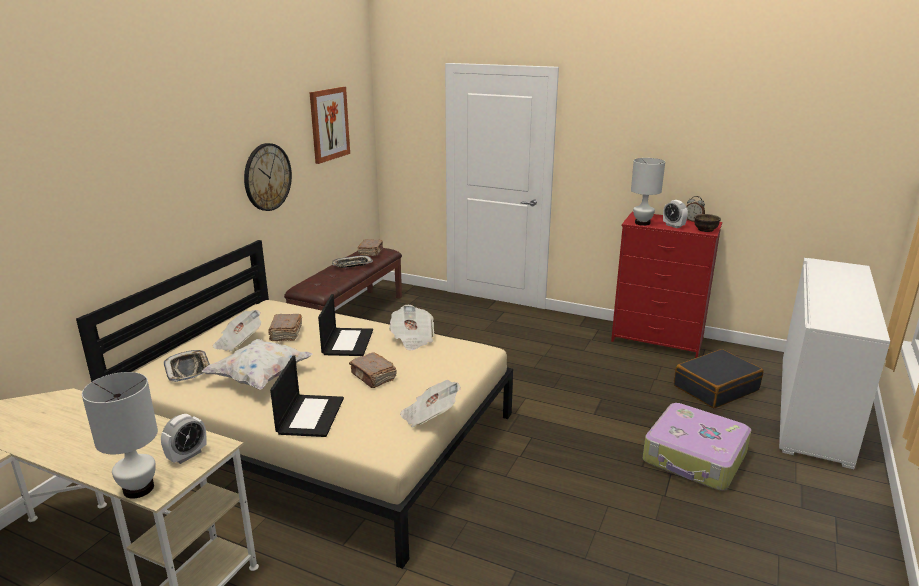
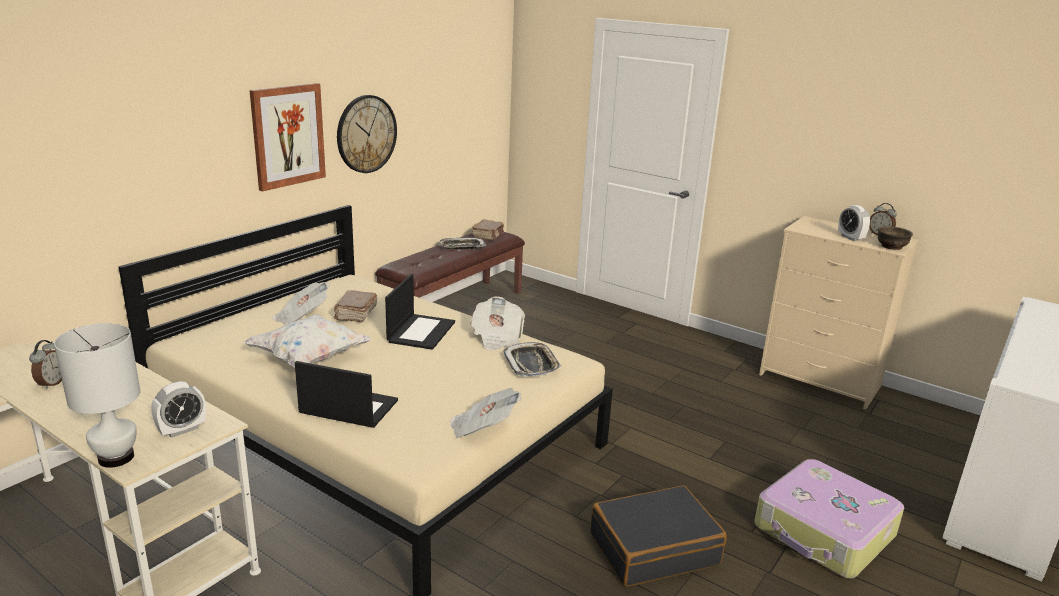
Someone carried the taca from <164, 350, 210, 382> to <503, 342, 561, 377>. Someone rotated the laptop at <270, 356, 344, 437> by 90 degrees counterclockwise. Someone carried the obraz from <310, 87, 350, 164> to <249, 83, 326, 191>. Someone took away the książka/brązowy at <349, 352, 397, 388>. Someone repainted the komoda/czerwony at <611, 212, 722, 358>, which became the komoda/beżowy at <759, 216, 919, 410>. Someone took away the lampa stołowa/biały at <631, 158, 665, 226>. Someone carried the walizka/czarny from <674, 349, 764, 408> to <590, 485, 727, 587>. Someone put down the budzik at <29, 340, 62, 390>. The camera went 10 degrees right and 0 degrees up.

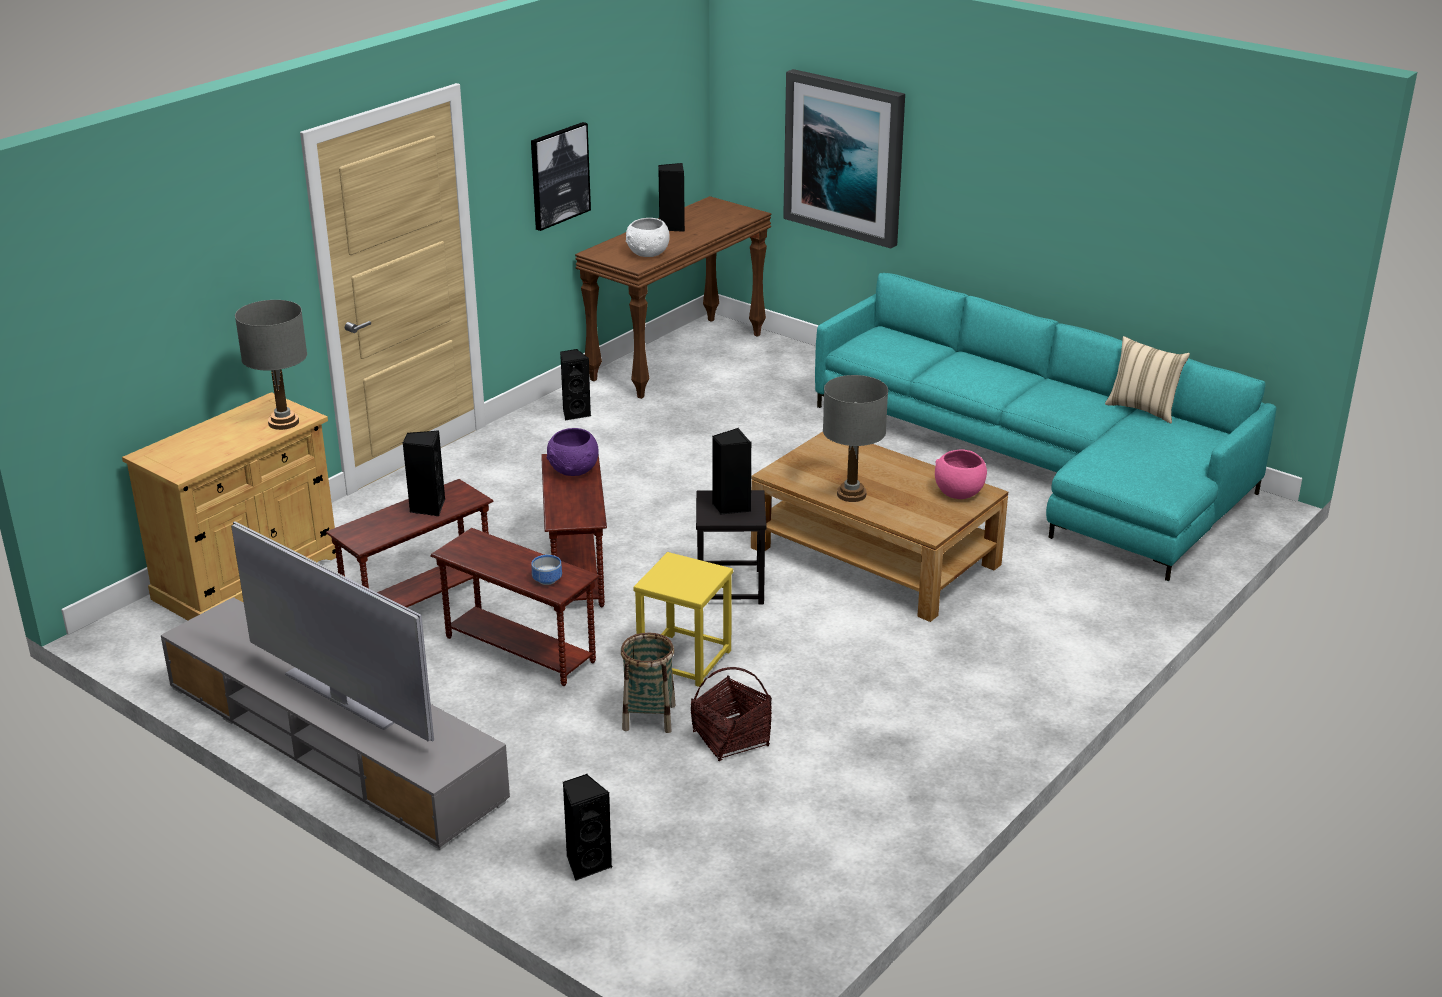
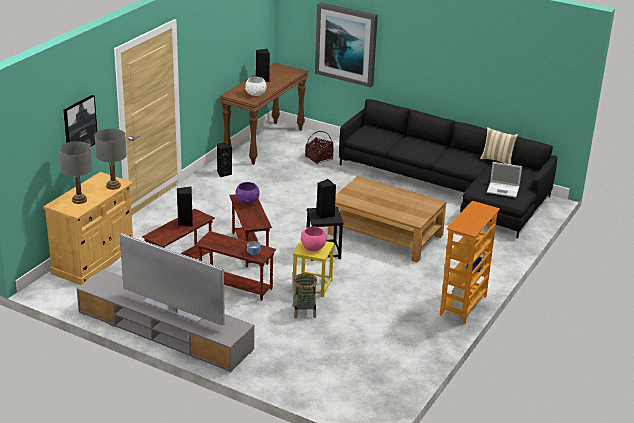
Someone carried the obraz from <531, 122, 591, 231> to <64, 95, 97, 146>. Someone took away the głośnik/czarny at <563, 774, 612, 881>. Someone carried the koszyk from <691, 667, 772, 761> to <305, 131, 334, 164>. Someone repainted the kanapa/turkusowy at <815, 273, 1276, 581>, which became the kanapa/czarny at <339, 99, 558, 238>. Someone carried the lampa stołowa/szary from <823, 375, 888, 502> to <59, 141, 93, 204>. Someone carried the miska/różowy from <935, 450, 987, 499> to <301, 226, 326, 251>. Someone put down the regał at <440, 201, 500, 324>. Someone put down the laptop at <487, 162, 522, 198>. The camera went 10 degrees left and 0 degrees up.

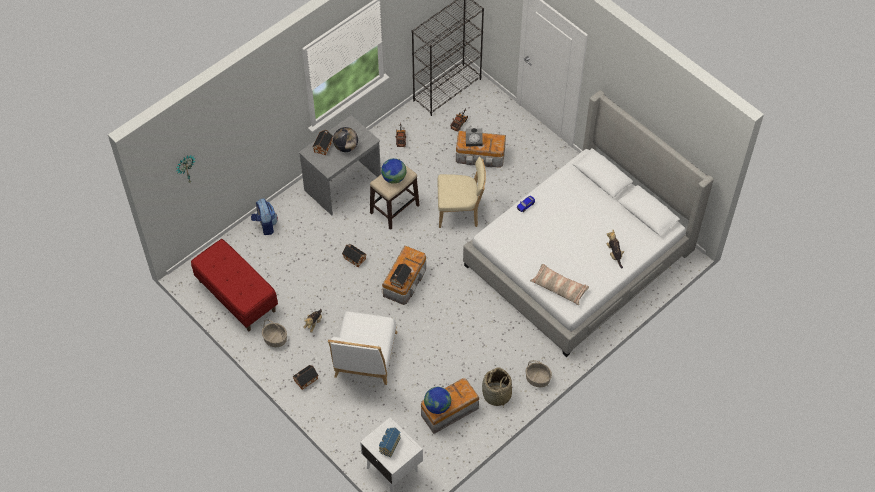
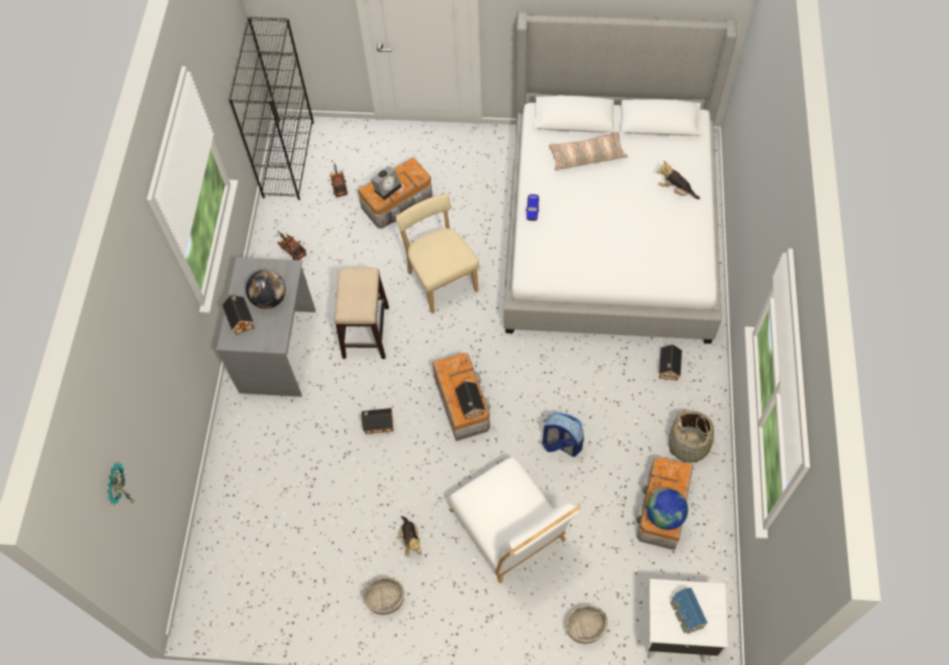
Someone took away the ławka/czerwony at <191, 239, 278, 331>. Someone carried the plecak from <251, 198, 278, 235> to <542, 412, 584, 457>. Someone carried the domek from <292, 365, 318, 390> to <659, 345, 682, 380>. Someone took away the globus at <381, 158, 406, 184>. Someone rotated the krzesło/beżowy at <437, 157, 486, 228> by 75 degrees counterclockwise. Someone carried the koszyk from <526, 360, 552, 387> to <566, 605, 608, 644>. Someone carried the poduszka from <530, 264, 589, 305> to <549, 132, 628, 171>. The camera went 40 degrees left and 5 degrees up.

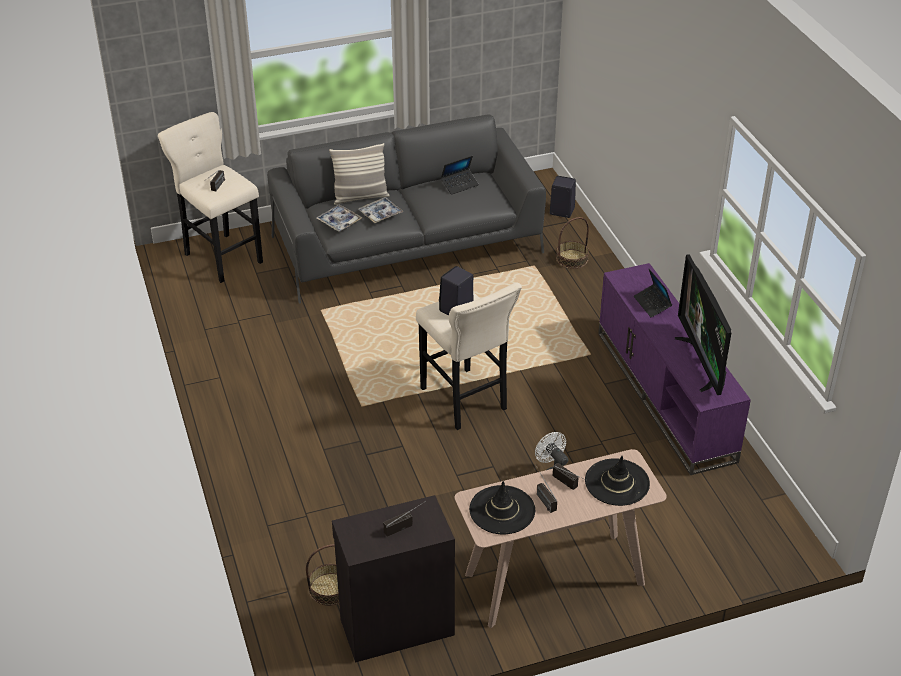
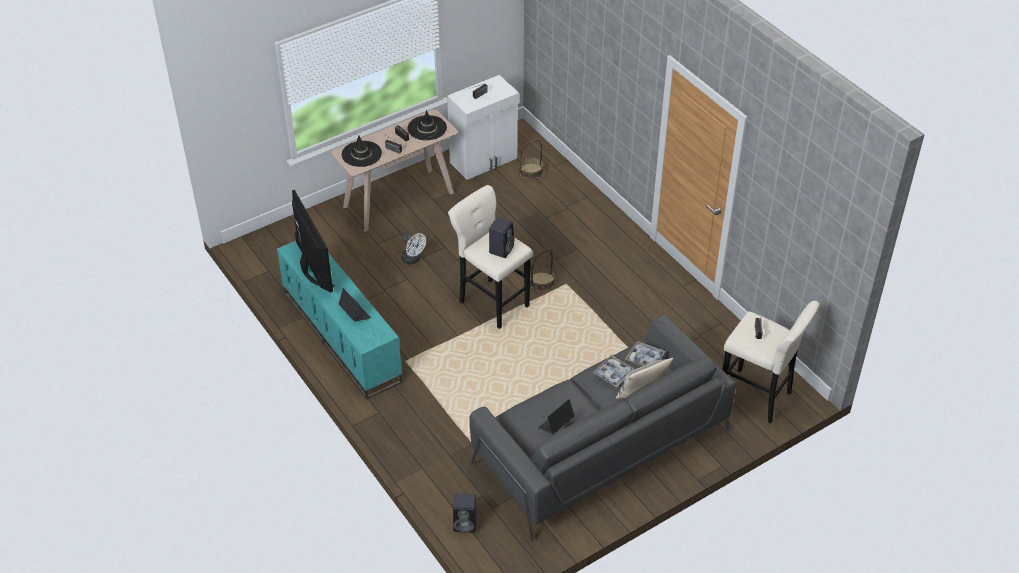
Someone repainted the szafka/czarny at <332, 495, 455, 663>, which became the szafka/biały at <447, 75, 519, 180>. Someone carried the koszyk from <556, 217, 589, 269> to <530, 248, 556, 291>. Someone repainted the szafka pod telewizor/fioletowy at <598, 263, 751, 475>, which became the szafka pod telewizor/turkusowy at <277, 241, 403, 400>. The camera went 165 degrees right and 5 degrees up.

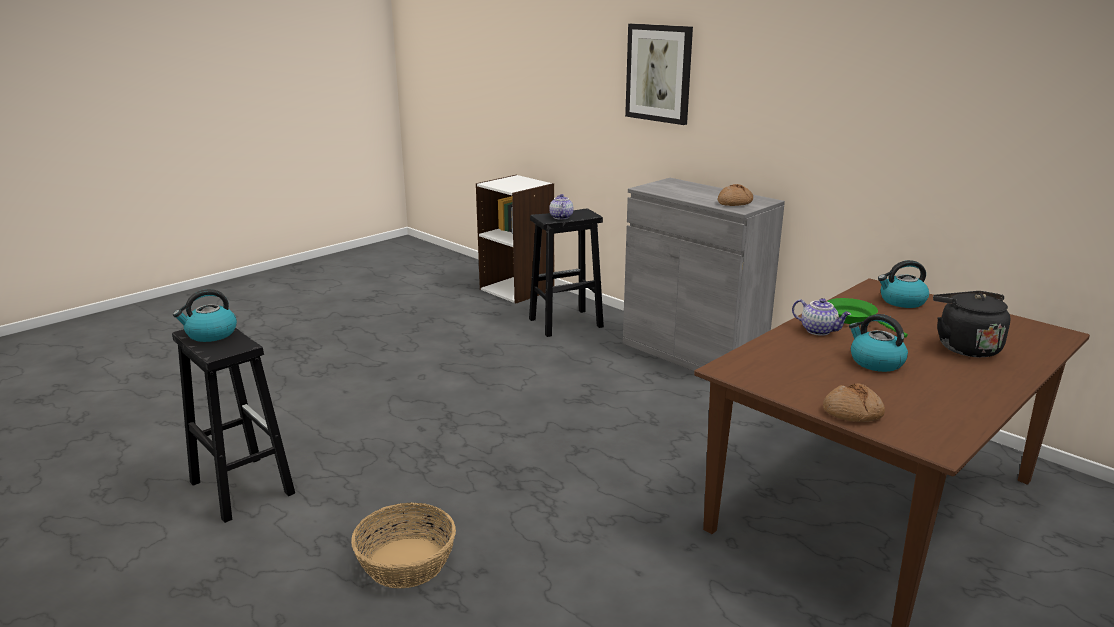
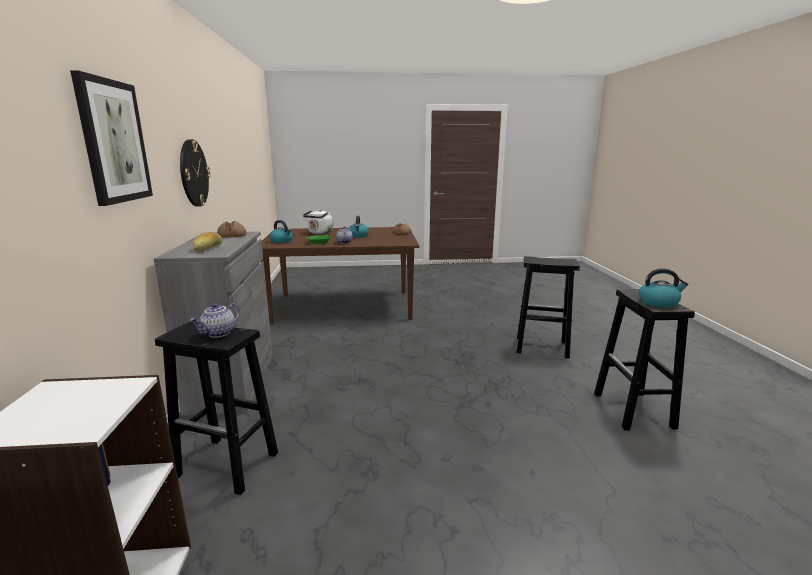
Someone swapped the koszyk at <351, 503, 456, 588> for the stołek/czarny at <517, 256, 580, 358>. Someone repainted the czajnik/czarny at <933, 291, 1011, 357>, which became the czajnik/biały at <303, 209, 335, 234>. Someone put up the zegar ścienny at <180, 139, 210, 207>. Someone put down the chleb at <192, 232, 222, 252>. The camera went 140 degrees left and 5 degrees down.

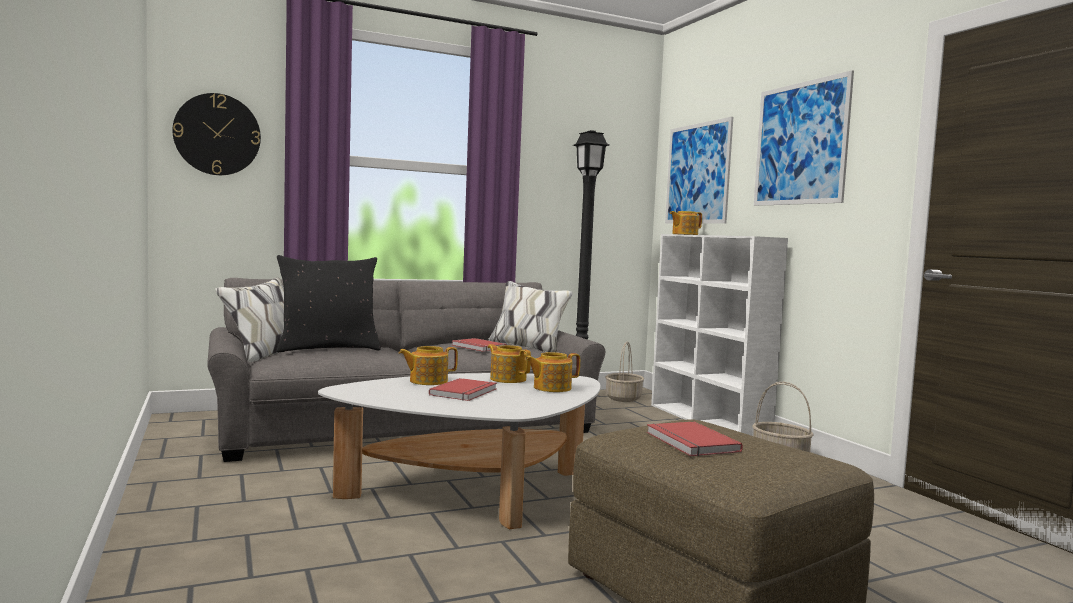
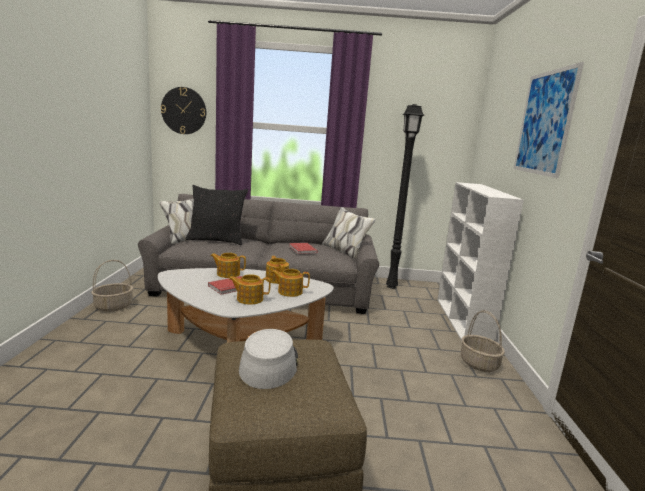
Someone carried the koszyk from <605, 341, 644, 402> to <91, 260, 133, 312>. Someone swapped the książka/czerwony at <647, 422, 743, 456> for the kapelusz/szary at <239, 329, 298, 389>. Someone took away the obraz at <665, 117, 733, 224>. Someone carried the imbryk from <670, 211, 702, 235> to <229, 274, 271, 305>. The camera went 25 degrees right and 10 degrees up.

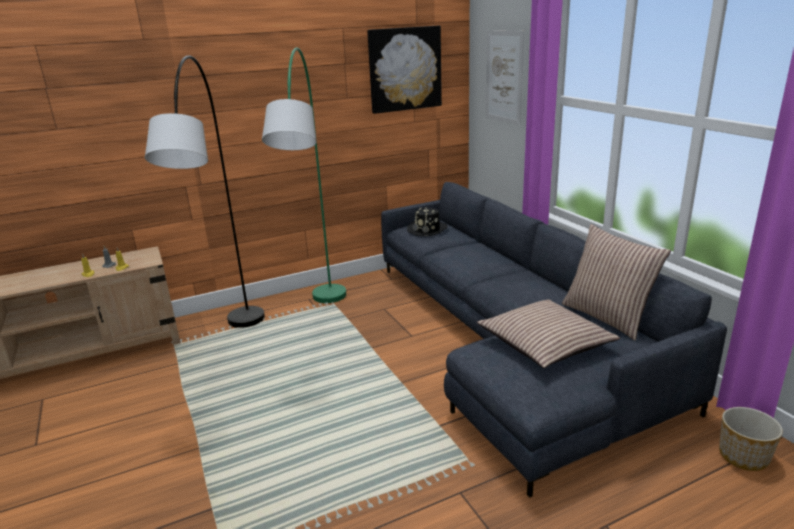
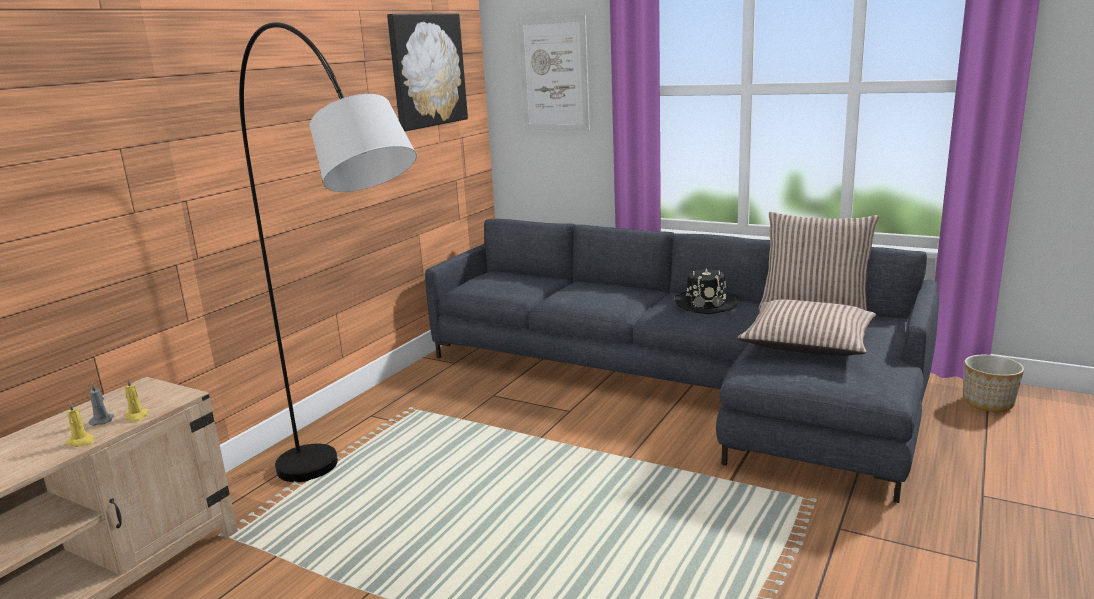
Someone took away the lampa stojąca/zielony at <262, 47, 346, 303>. Someone carried the kapelusz/czarny from <407, 208, 448, 236> to <674, 268, 738, 314>. The camera went 35 degrees left and 5 degrees down.

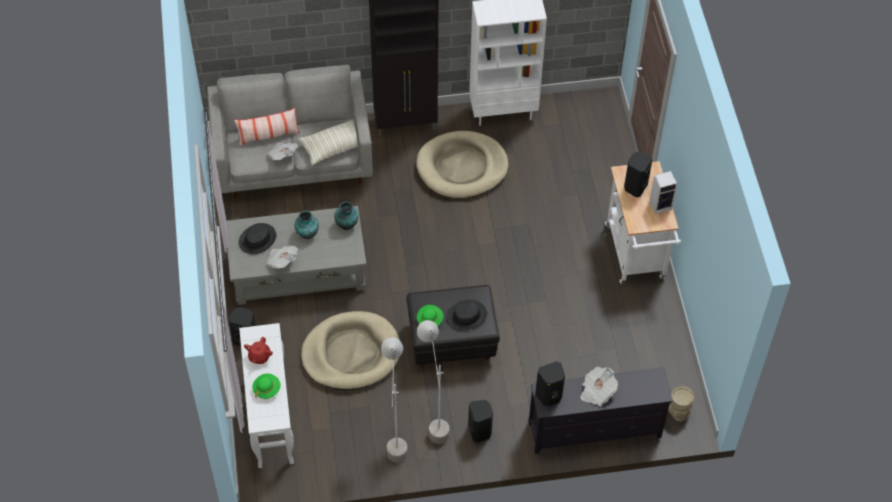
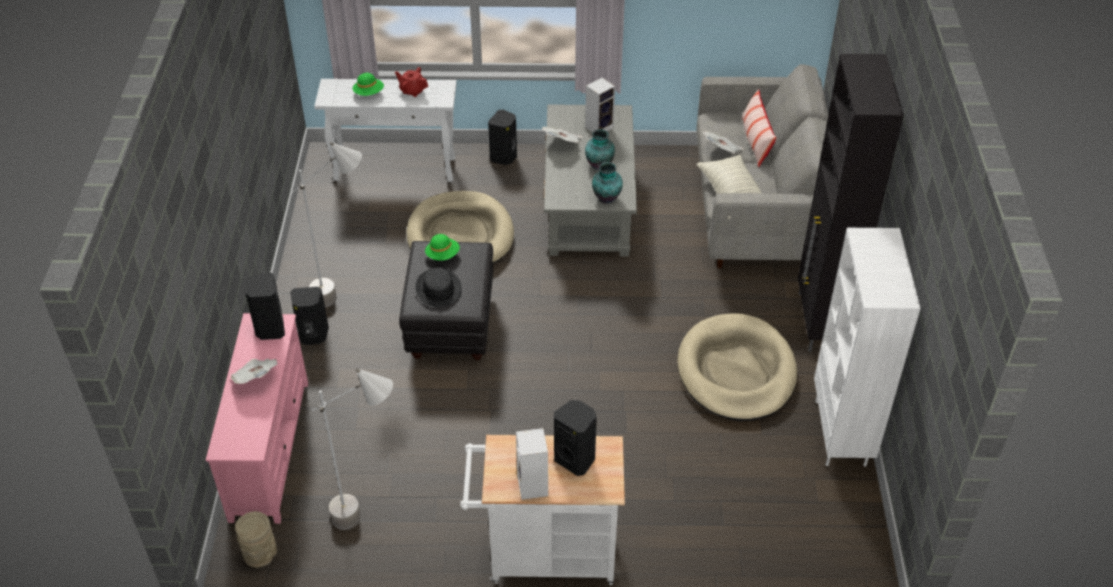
Someone swapped the kapelusz/czarny at <239, 223, 277, 254> for the głośnik at <585, 78, 615, 133>. Someone carried the lampa stojąca/szary from <381, 338, 408, 463> to <311, 368, 393, 530>. Someone repainted the szafka pod telewizor/czarny at <529, 367, 673, 454>, which became the szafka pod telewizor/różowy at <206, 313, 308, 524>. The camera went 100 degrees right and 10 degrees down.

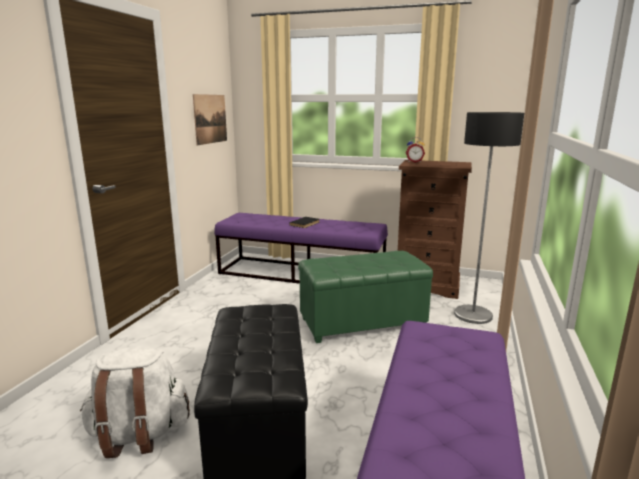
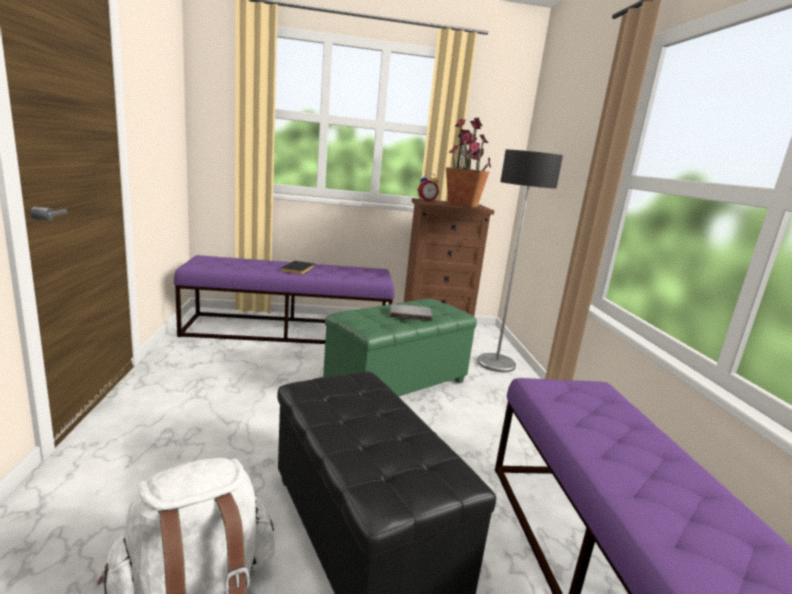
Someone took away the obraz at <193, 94, 227, 145>. Someone put down the książka/szary at <390, 304, 433, 321>. Someone put down the roślina doniczkowa at <446, 118, 491, 208>. The camera went 25 degrees left and 0 degrees up.

